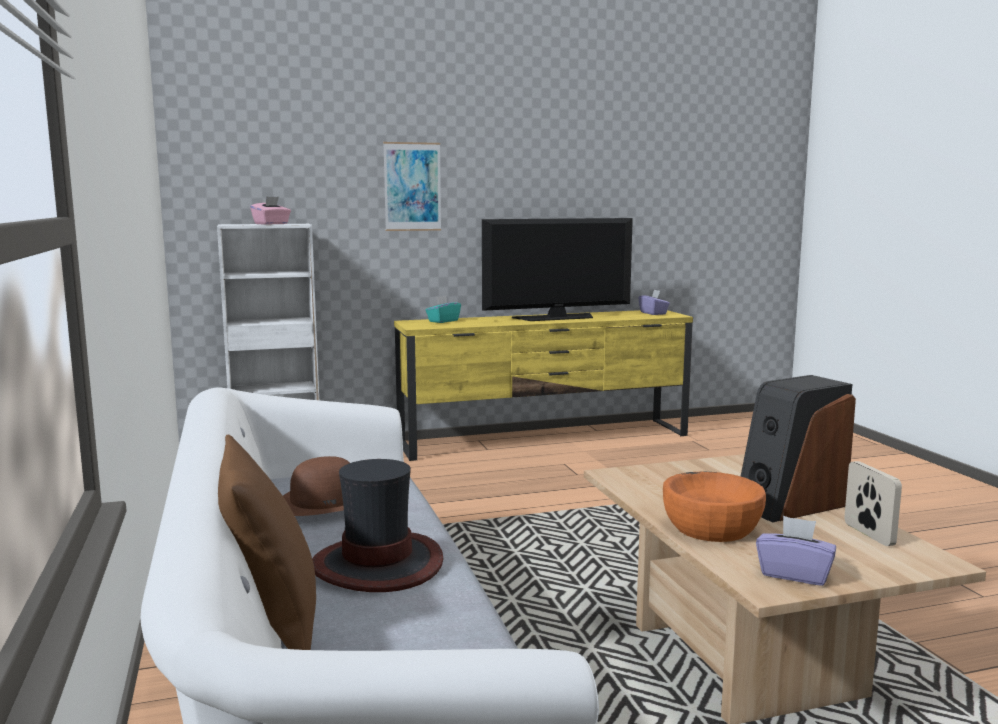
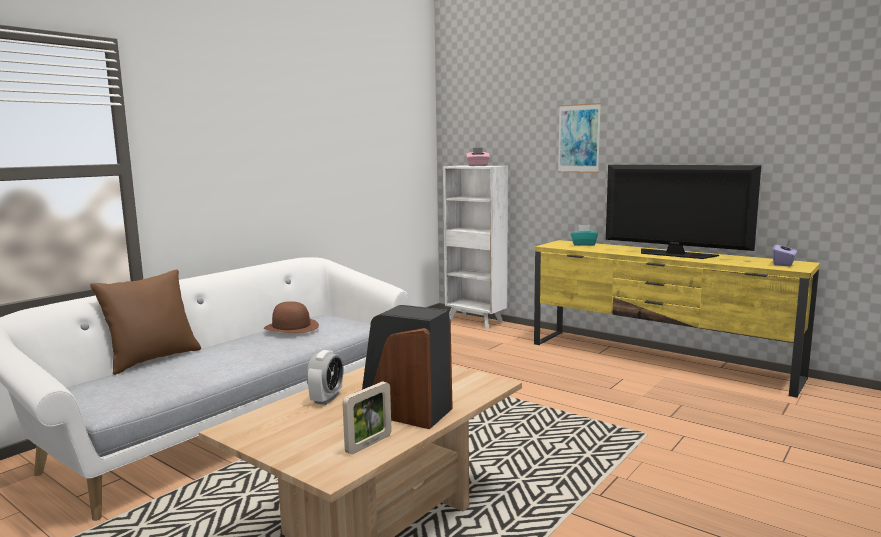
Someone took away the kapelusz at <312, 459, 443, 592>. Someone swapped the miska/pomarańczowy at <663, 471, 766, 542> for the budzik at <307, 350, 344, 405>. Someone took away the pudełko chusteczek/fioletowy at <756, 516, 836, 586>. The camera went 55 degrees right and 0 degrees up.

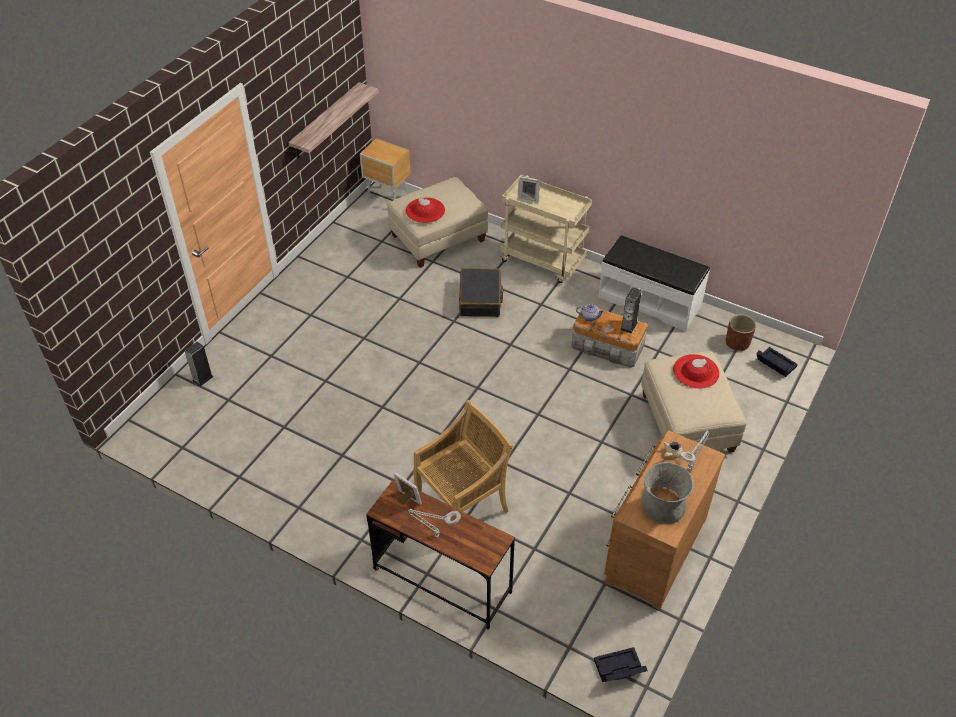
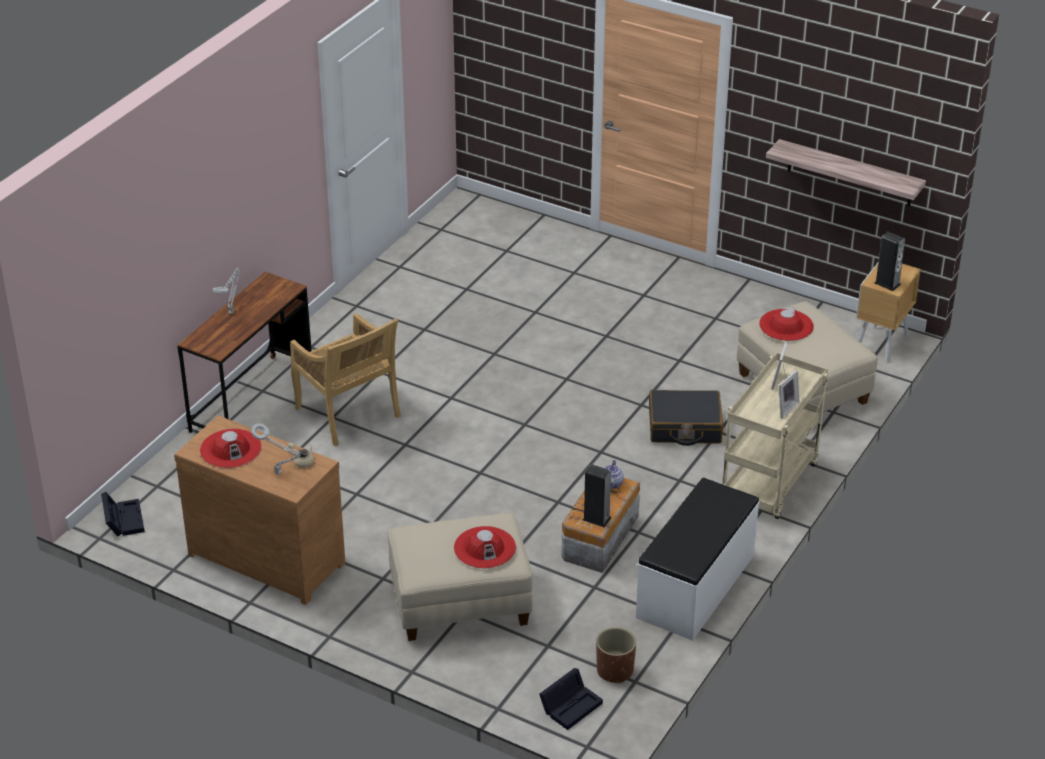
Someone carried the głośnik from <184, 342, 214, 387> to <875, 231, 905, 291>. Someone carried the ramka na zdjęcie from <394, 472, 422, 505> to <779, 370, 800, 418>. Someone swapped the wazon/szary at <642, 462, 693, 524> for the kapelusz/czerwony at <200, 429, 262, 468>. The camera went 90 degrees right and 10 degrees down.

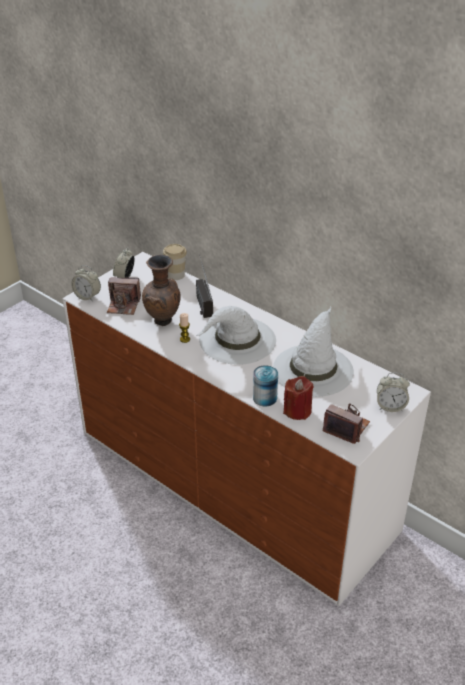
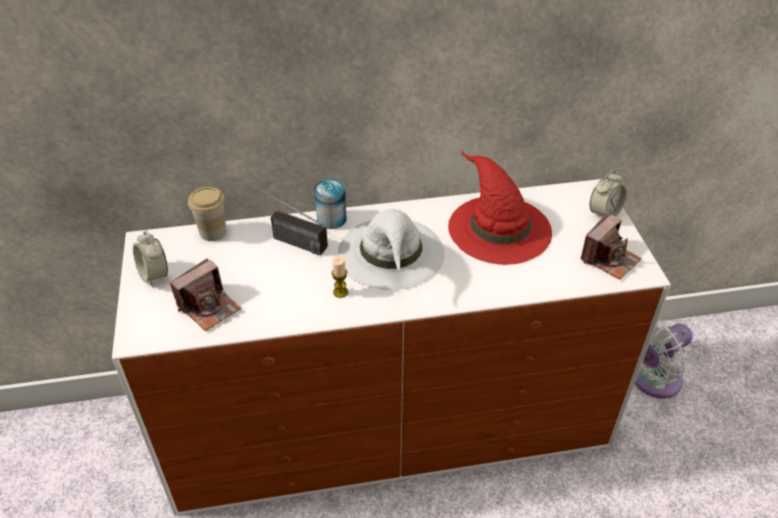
Someone took away the budzik at <71, 265, 101, 302>. Someone took away the wazon/brązowy at <142, 255, 181, 326>. Someone carried the puszka from <253, 365, 278, 406> to <314, 179, 347, 229>. Someone repainted the kapelusz/biały at <273, 307, 354, 397>, which became the kapelusz/czerwony at <448, 151, 552, 265>. Someone took away the świeca/czerwony at <283, 376, 314, 420>. Someone rotated the aparat fotograficzny at <323, 403, 370, 444> by 150 degrees clockwise. Someone put down the wentylator/biały at <635, 319, 693, 399>. The camera went 50 degrees left and 5 degrees up.

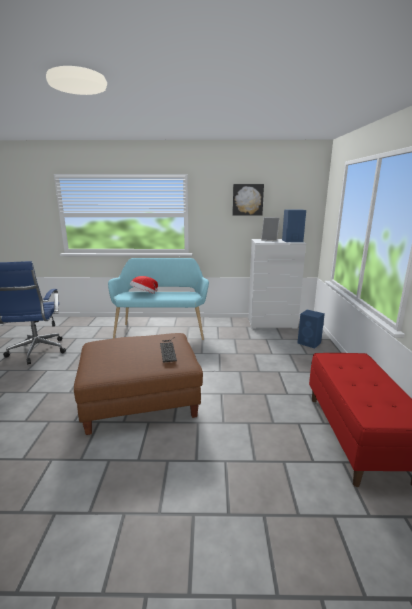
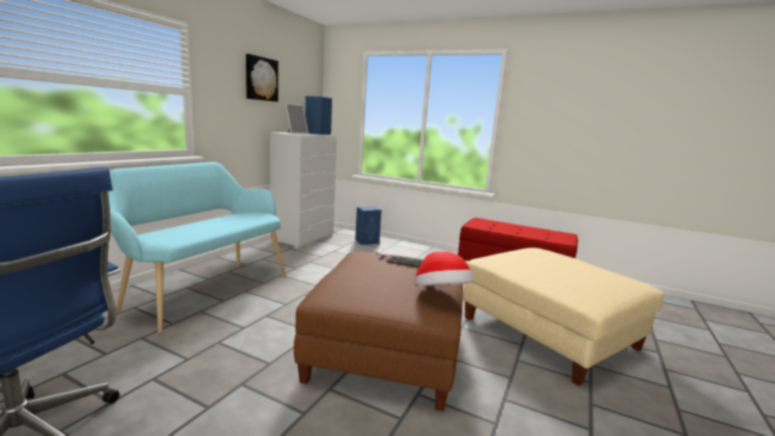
Someone carried the kapelusz from <130, 276, 158, 294> to <415, 252, 474, 287>. Someone put down the pufa/beżowy at <463, 248, 664, 386>. The camera went 65 degrees left and 5 degrees down.

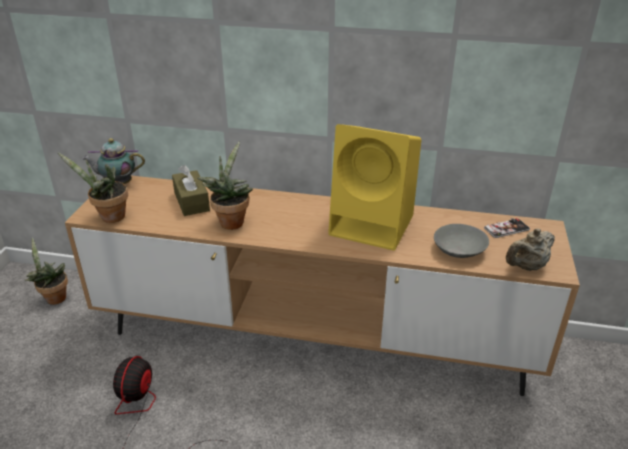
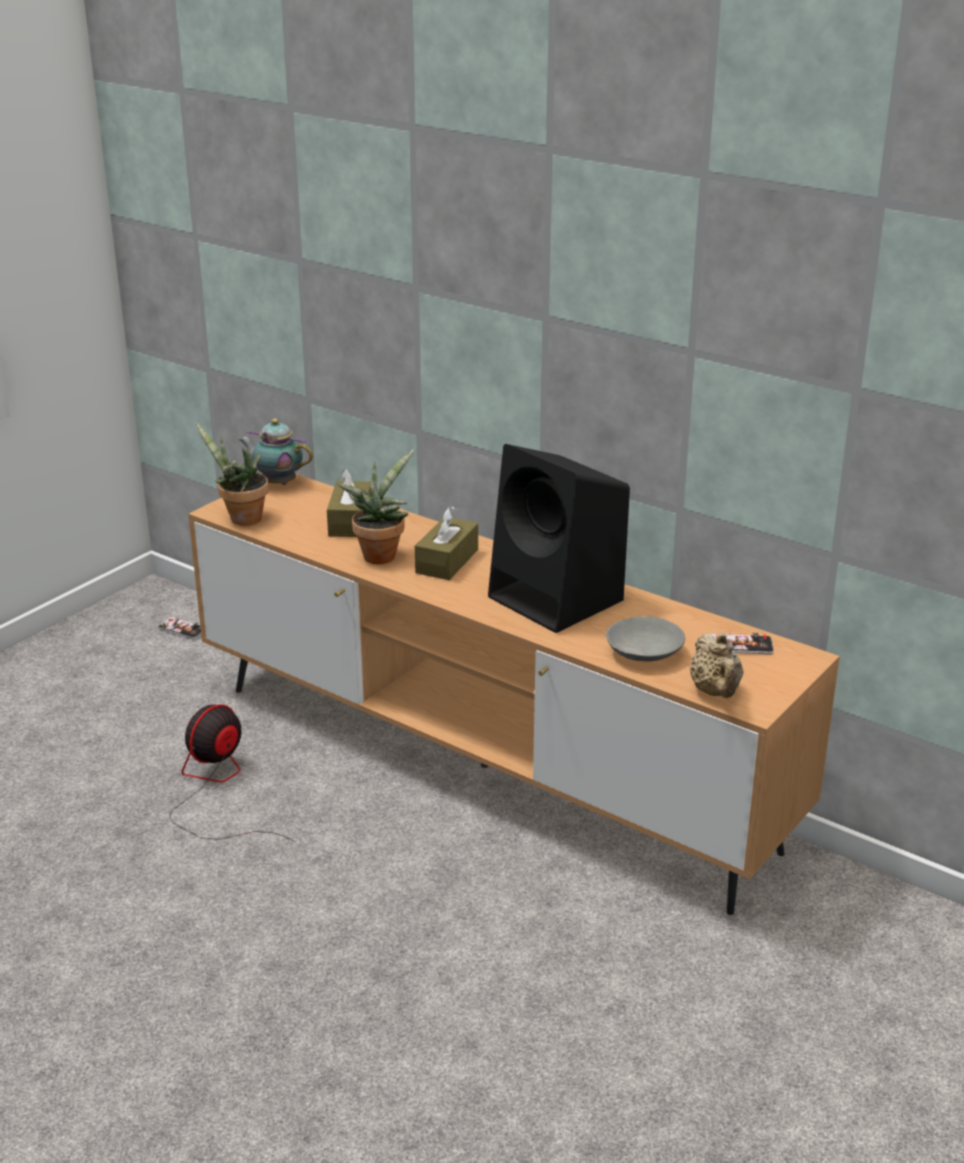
Someone swapped the roślina doniczkowa at <25, 237, 68, 305> for the telefon at <158, 616, 201, 640>. Someone repainted the głośnik/żółty at <328, 124, 421, 251>, which became the głośnik/czarny at <488, 444, 630, 633>. Someone rotated the imbryk/beżowy at <506, 228, 555, 271> by 90 degrees counterclockwise. Someone put down the pudełko chusteczek/brązowy at <415, 506, 478, 580>. The camera went 25 degrees right and 5 degrees down.

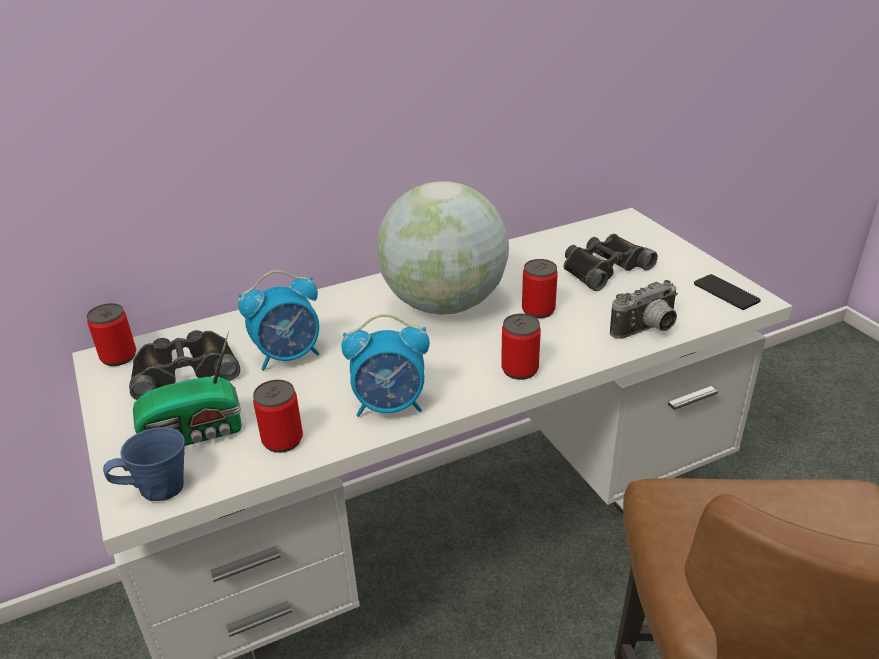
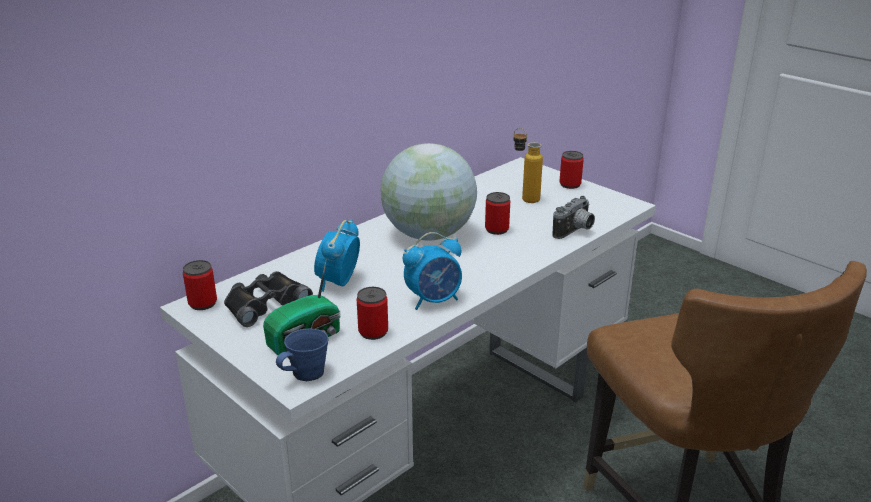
Someone rotated the budzik at <238, 270, 319, 371> by 150 degrees clockwise. Someone carried the puszka from <501, 314, 541, 380> to <559, 151, 584, 189>. Someone swapped the lornetka/czarny at <564, 234, 658, 291> for the butelka at <514, 128, 543, 203>. Someone took away the telefon at <694, 274, 761, 310>. The camera went 20 degrees left and 5 degrees down.

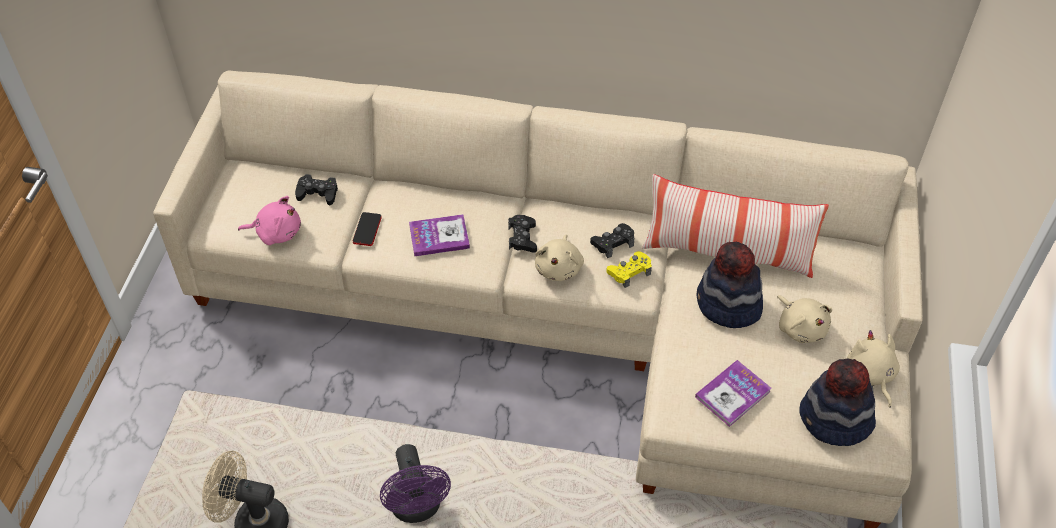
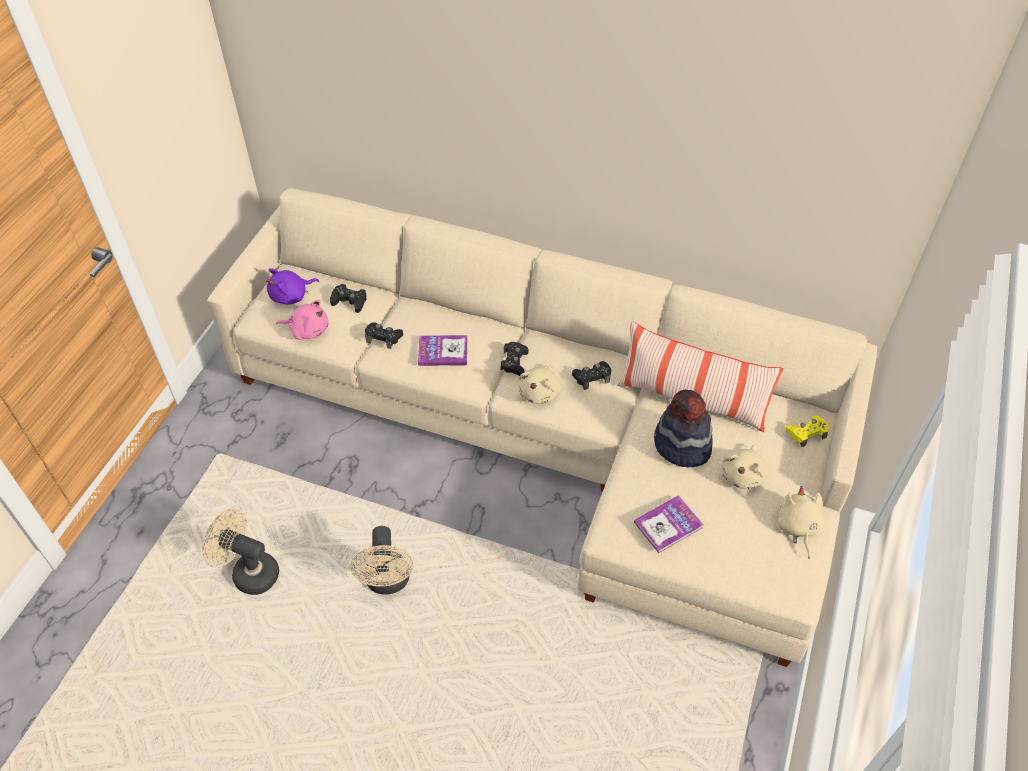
Someone swapped the telefon at <353, 212, 382, 246> for the pad do gier/czarny at <365, 322, 403, 349>. Someone repainted the wentylator/fioletowy at <380, 444, 451, 523>, which became the wentylator/beżowy at <350, 526, 413, 594>. Someone carried the pad do gier/żółty from <606, 251, 652, 288> to <786, 416, 829, 447>. Someone rotated the pluszak/beżowy at <777, 295, 832, 343> by 45 degrees clockwise. Someone took away the kapelusz at <799, 358, 876, 446>. Someone put down the pluszak/fioletowy at <266, 268, 319, 304>. The camera went 10 degrees right and 0 degrees up.

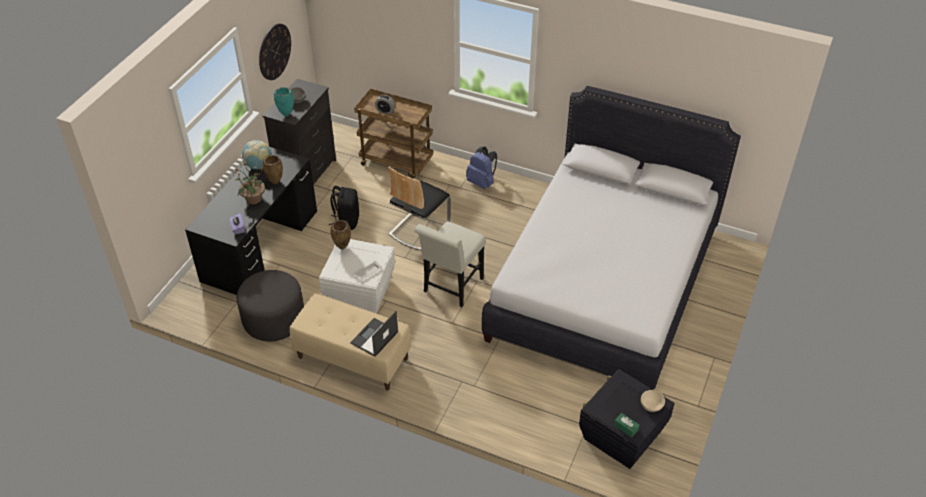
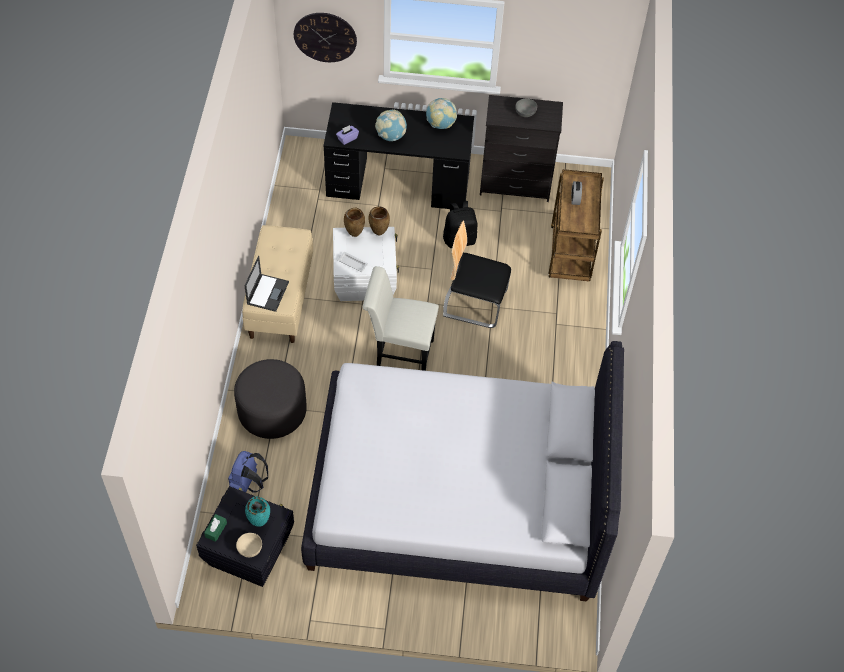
Someone swapped the roślina doniczkowa at <235, 163, 265, 204> for the globus at <375, 110, 407, 141>. Someone carried the pufa/szary from <237, 270, 304, 341> to <234, 359, 307, 439>. Someone carried the zegar ścienny from <259, 24, 291, 80> to <294, 13, 357, 62>. Someone carried the wazon/brązowy from <262, 155, 283, 184> to <344, 207, 365, 237>. Someone carried the wazon/turkusowy from <274, 87, 294, 116> to <245, 496, 270, 527>. Someone rotated the laptop at <350, 311, 398, 357> by 90 degrees clockwise. Someone carried the plecak/niebieski from <466, 147, 497, 189> to <228, 451, 268, 493>. The camera went 70 degrees right and 10 degrees up.

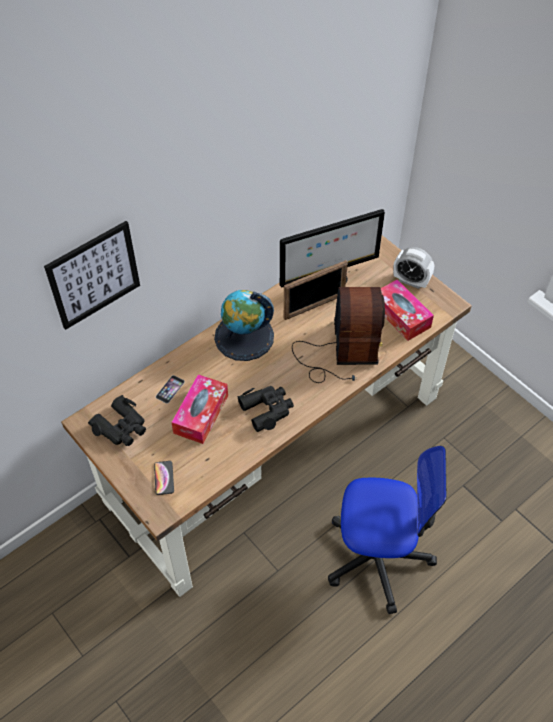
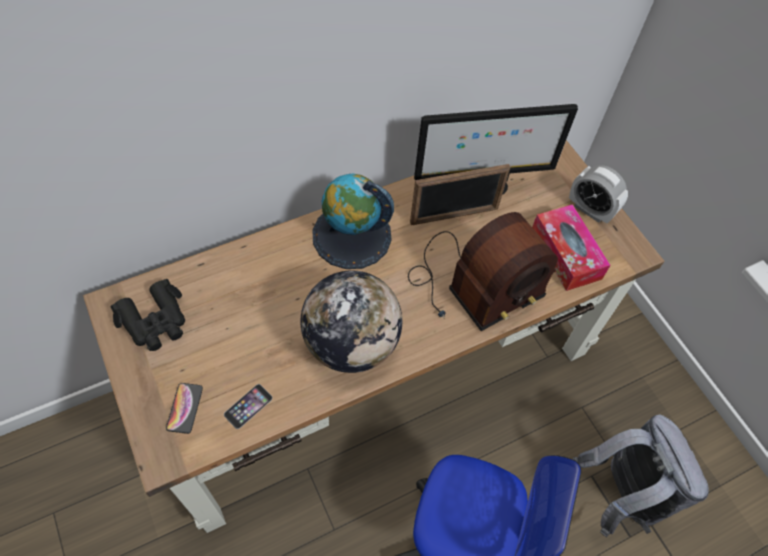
Someone took away the obraz at <44, 221, 140, 330>. Someone carried the telefon from <156, 375, 185, 404> to <224, 384, 273, 429>. Someone took away the pudełko chusteczek at <171, 374, 228, 444>. Someone swapped the lornetka/czarny at <237, 386, 294, 432> for the globus at <300, 270, 402, 373>. Someone rotated the radio at <292, 287, 385, 383> by 45 degrees clockwise. Someone put down the plecak/szary at <573, 414, 709, 538>. The camera went 10 degrees right and 5 degrees up.

